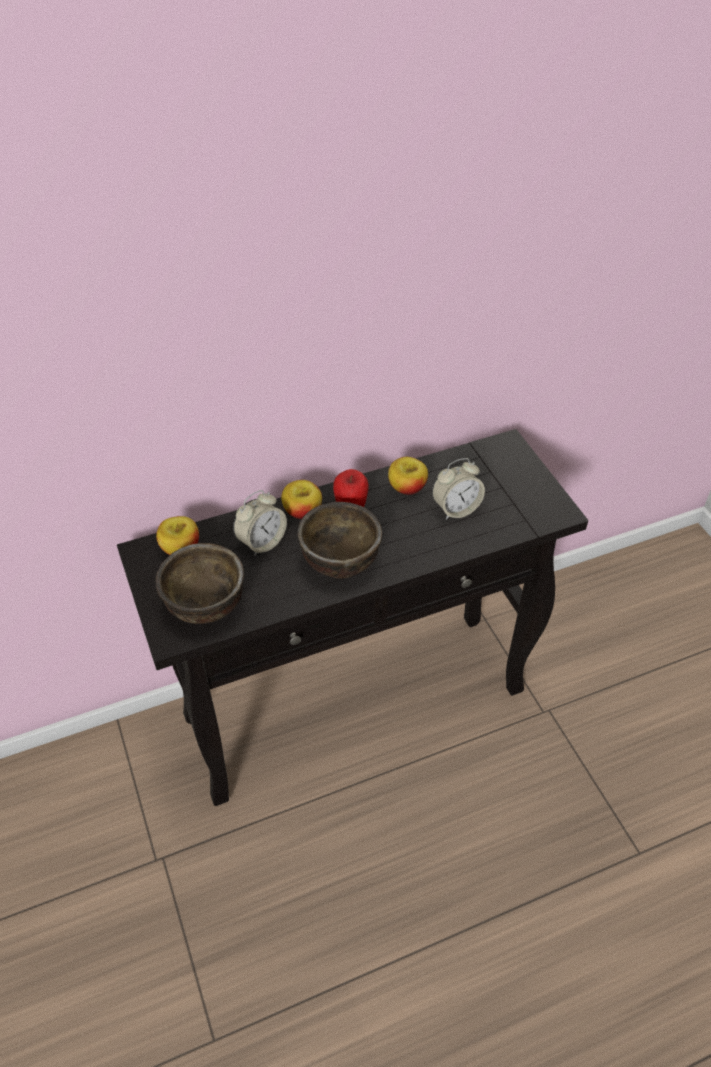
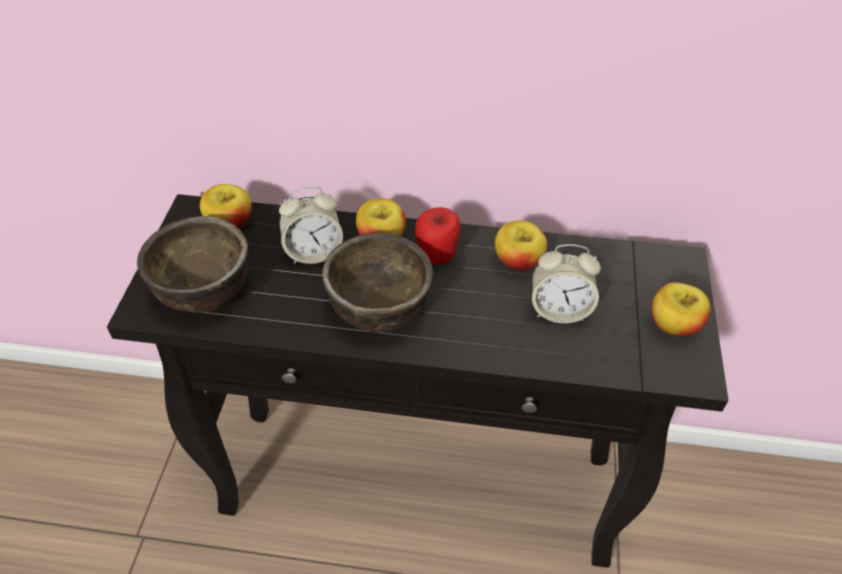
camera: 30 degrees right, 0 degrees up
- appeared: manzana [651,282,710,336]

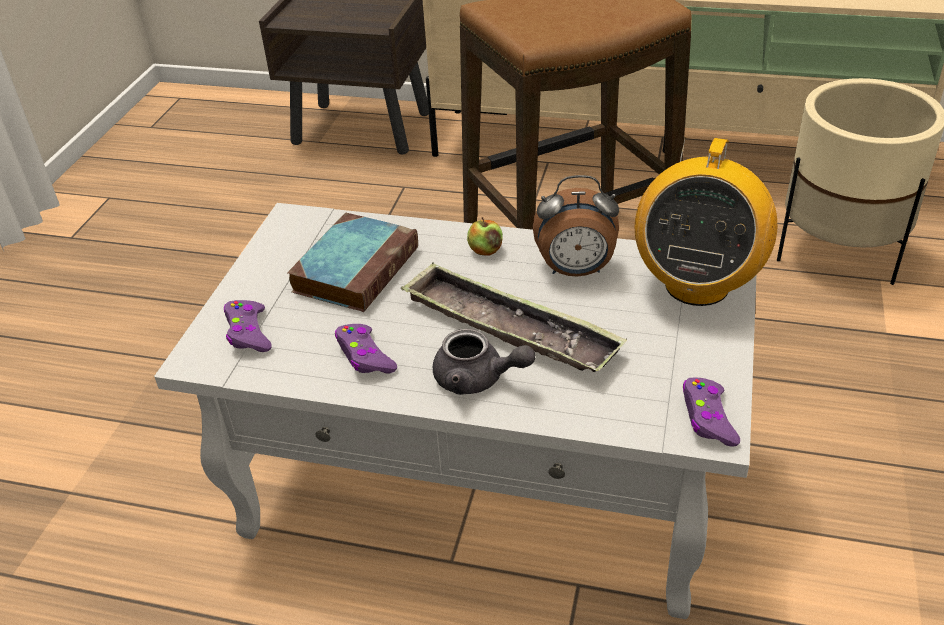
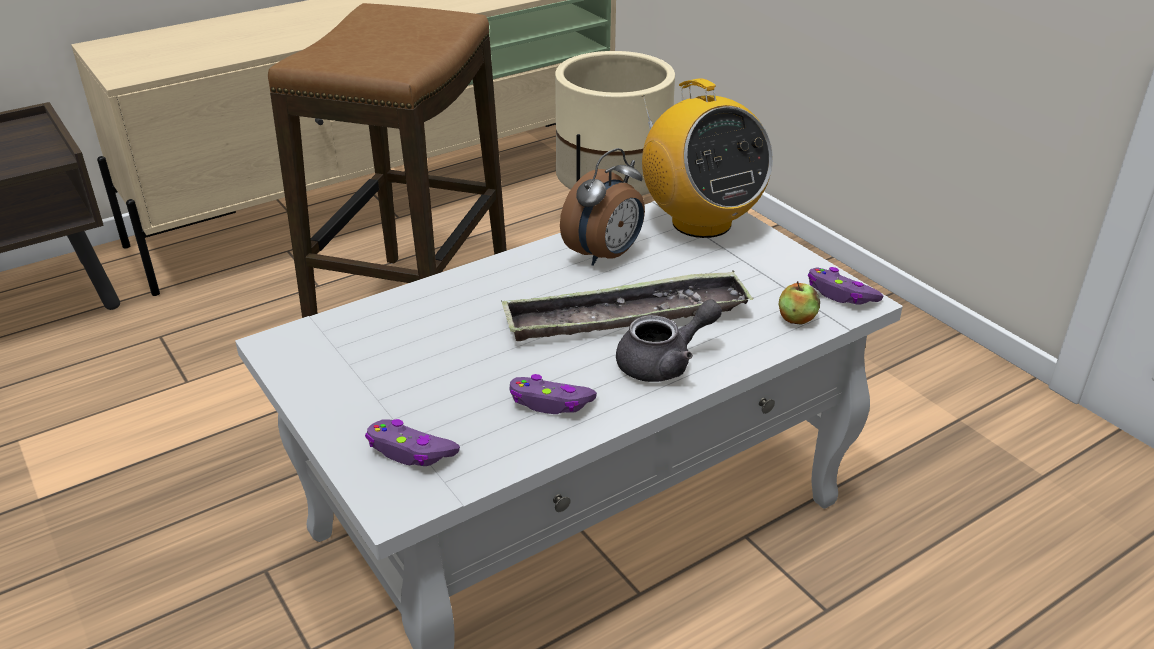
camera: 50 degrees left, 5 degrees down
- missing: libro [287,213,418,312]
- relocated: manzana [467,217,503,256] to [779,281,820,325]

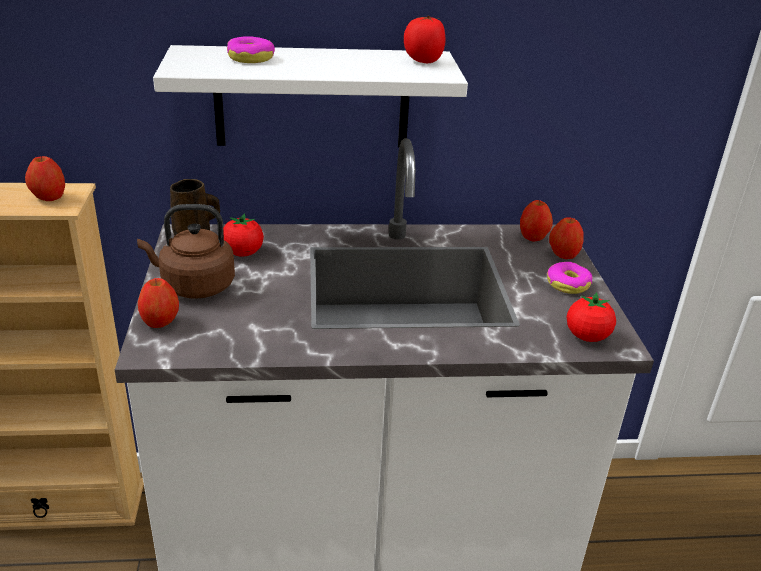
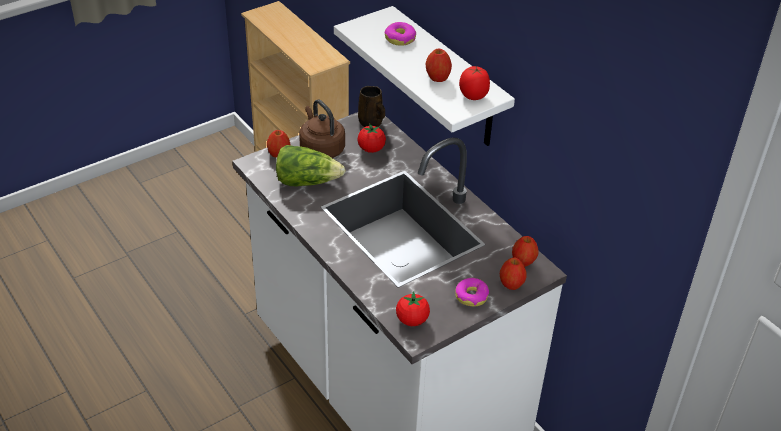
camera: 60 degrees right, 10 degrees up
- relocated: manzana [25,156,65,201] to [426,48,452,82]
- appeared: lechuga [276,145,346,186]

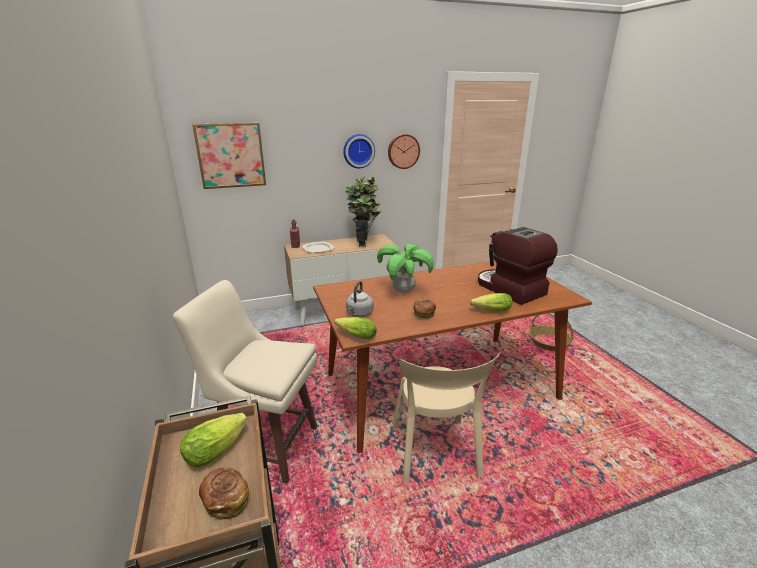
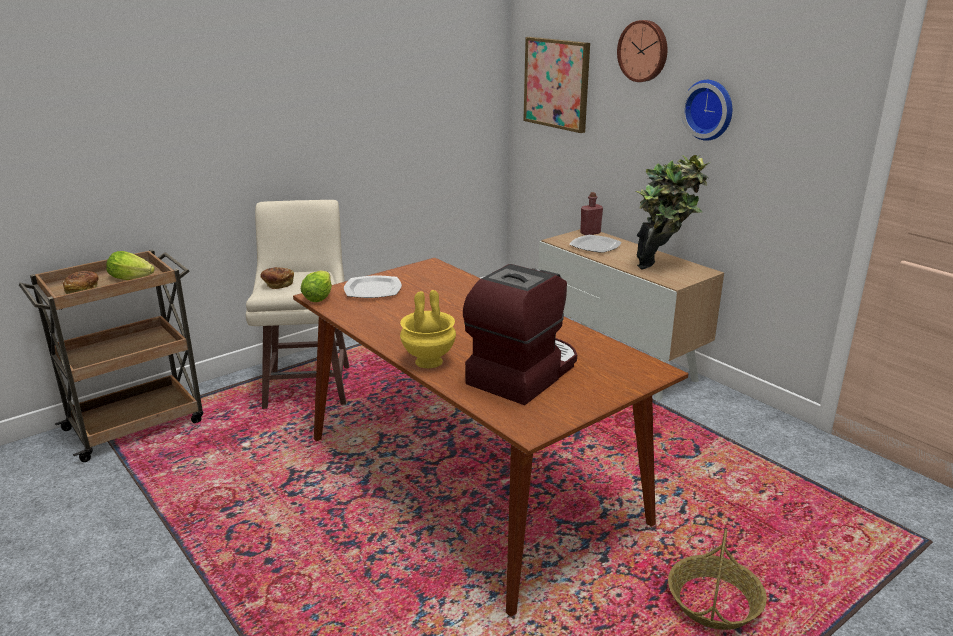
camera: 70 degrees right, 0 degrees up
- exchanged: hervidor/gris [346,281,373,317] to plato [344,276,402,298]
- missing: planta en maceta [377,243,434,293]
- relocated: reloj de pared [388,134,420,169] to [617,20,668,82]
- missing: silla/beis [392,352,500,485]
- relocated: pan [413,298,436,319] to [260,267,294,289]
- exchanged: lechuga [470,293,513,311] to florero/amarillo [400,290,456,368]

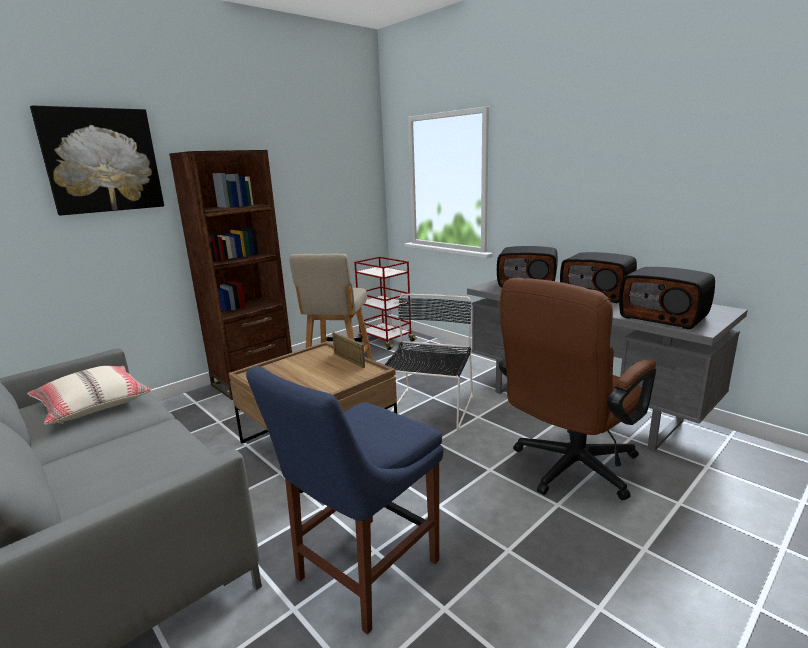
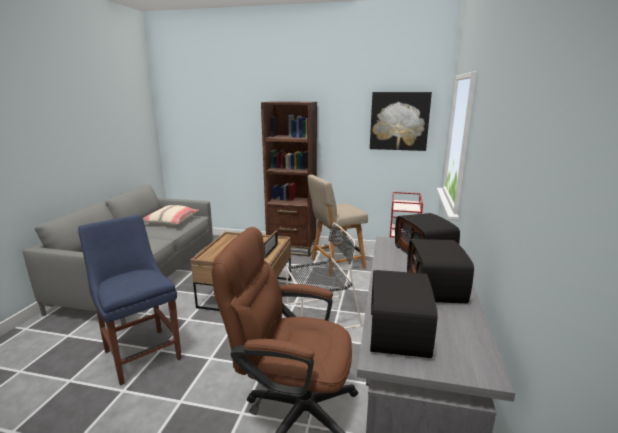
camera: 55 degrees right, 0 degrees up
- relocated: cuadro [30,105,164,215] to [370,92,432,151]
- spun: silla/azul [246,366,444,635] = [78,215,182,386] 45 degrees clockwise

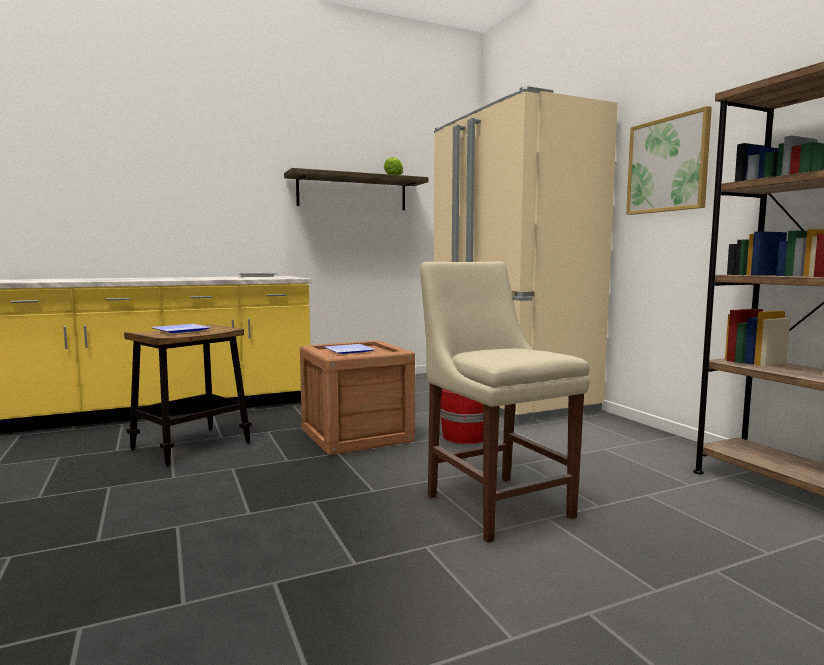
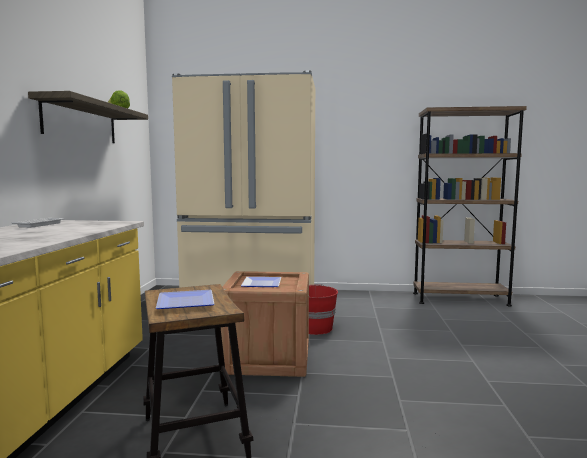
camera: 60 degrees left, 0 degrees up
- missing: silla/beis [420,262,590,543]
- missing: cuadro [626,106,712,215]

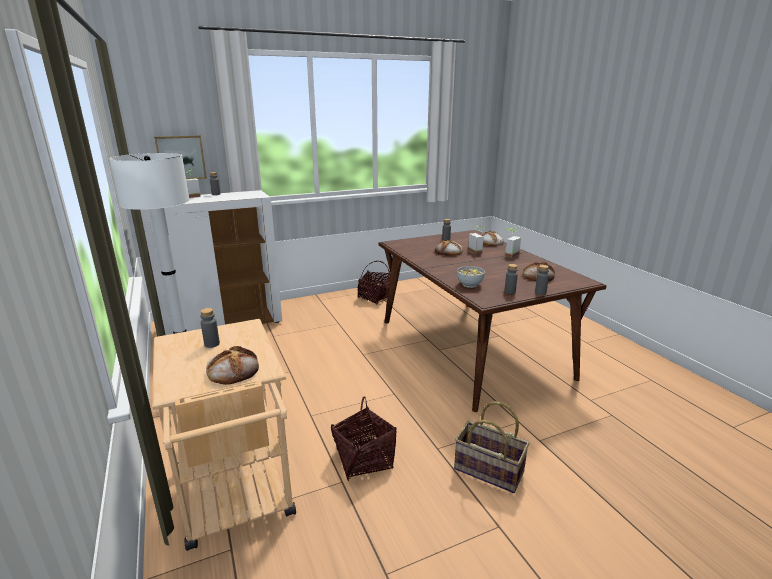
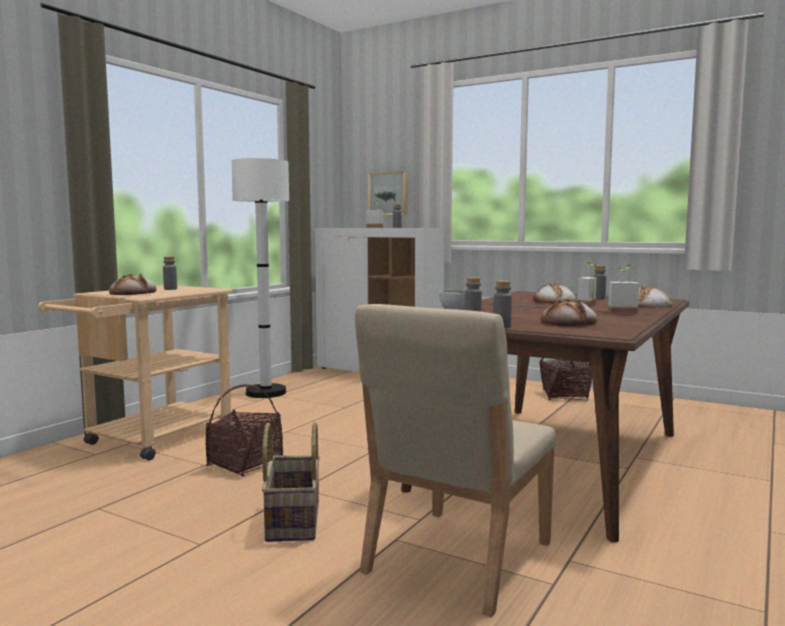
camera: 55 degrees right, 15 degrees down
- appeared: silla/beis [355,304,556,617]

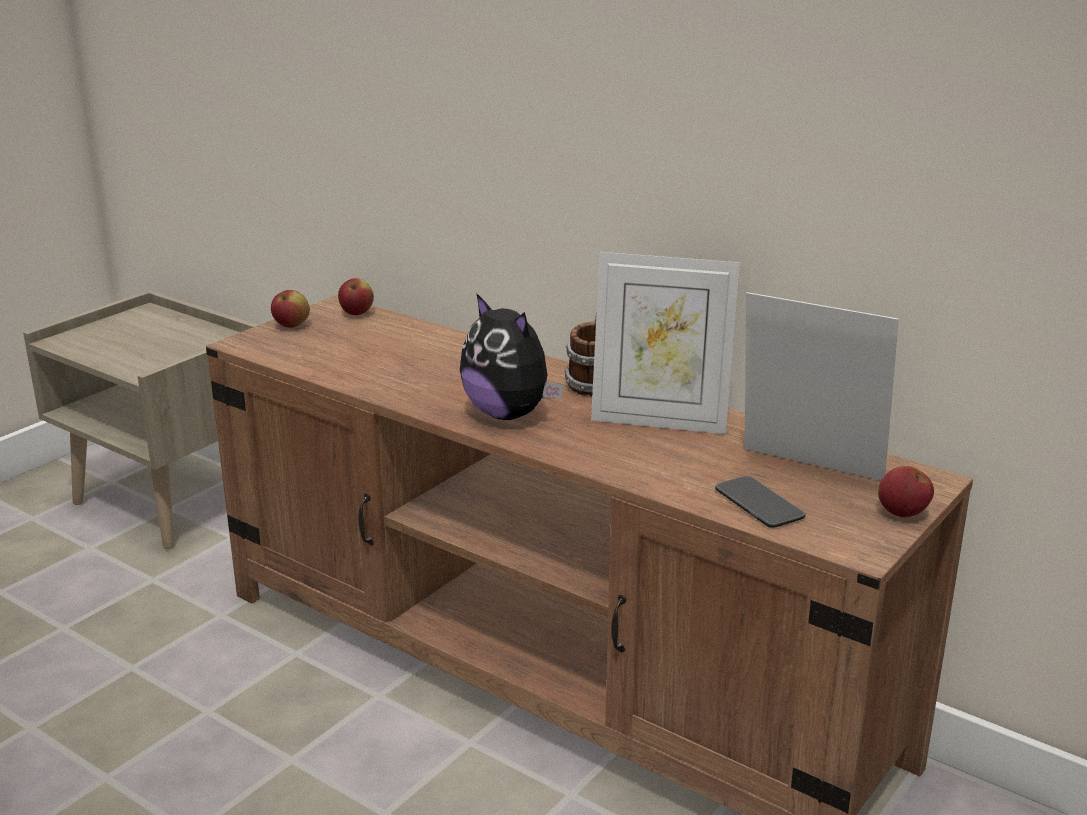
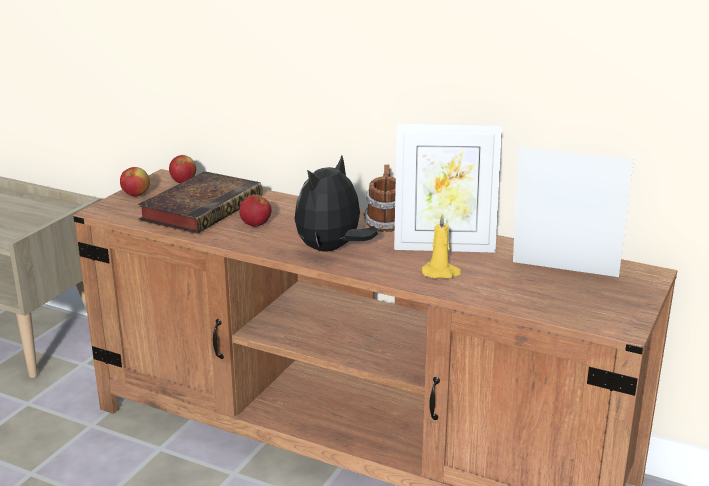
camera: 10 degrees left, 0 degrees up
- spun: peluche [460,293,563,420] = [295,156,378,251] 90 degrees clockwise
- missing: móvil [715,476,806,528]
- relocated: manzana [878,466,934,517] to [239,195,272,227]
- appeared: libro [137,171,263,234]
- appeared: vela/amarillo [421,213,462,278]

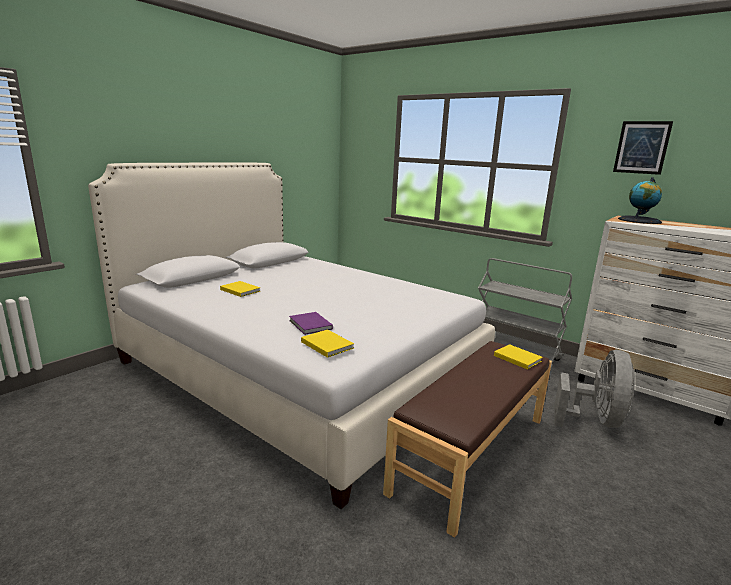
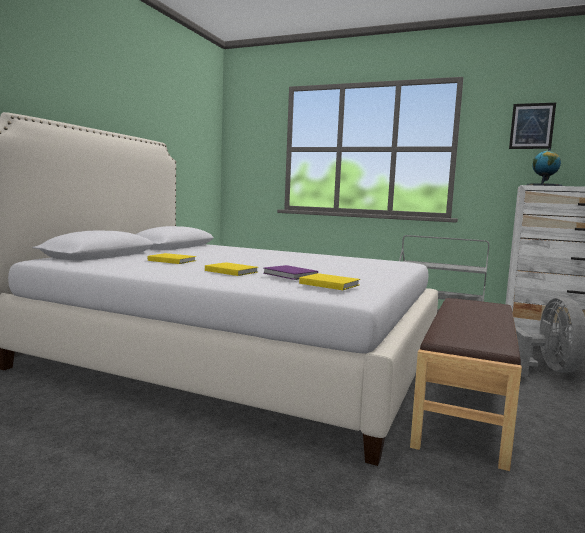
camera: 15 degrees left, 10 degrees down
- relocated: libro/amarillo [494,344,543,370] to [205,262,258,276]

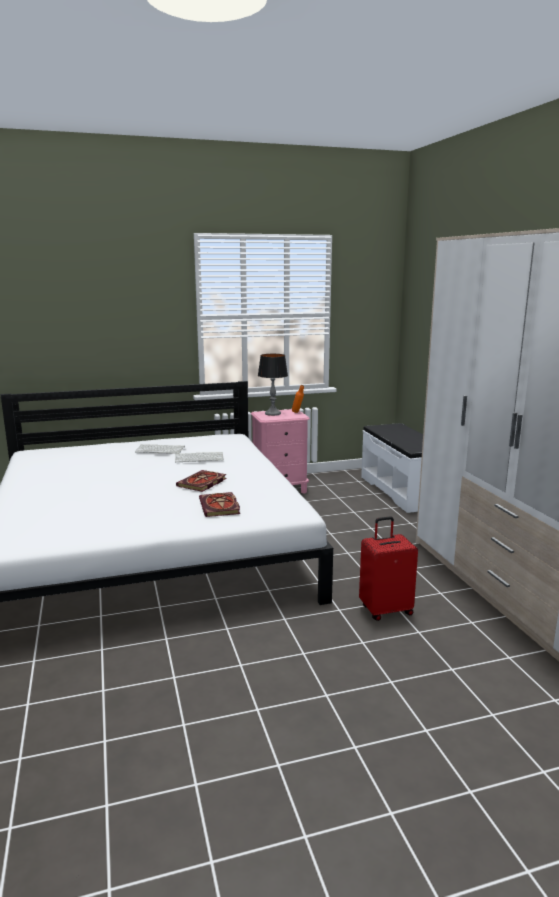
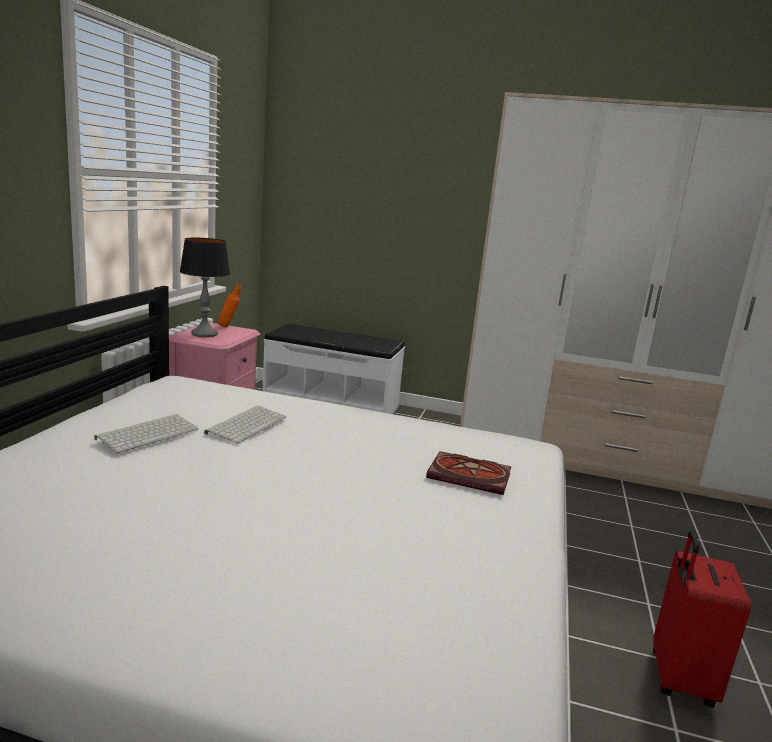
camera: 60 degrees left, 0 degrees up
- missing: libro [176,470,227,492]
- relocated: maleta/rojo [359,516,418,621] to [653,531,751,708]

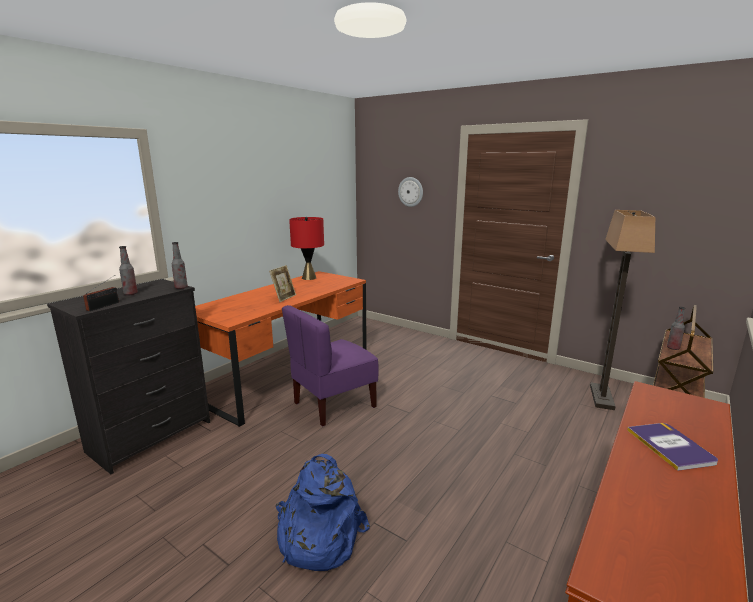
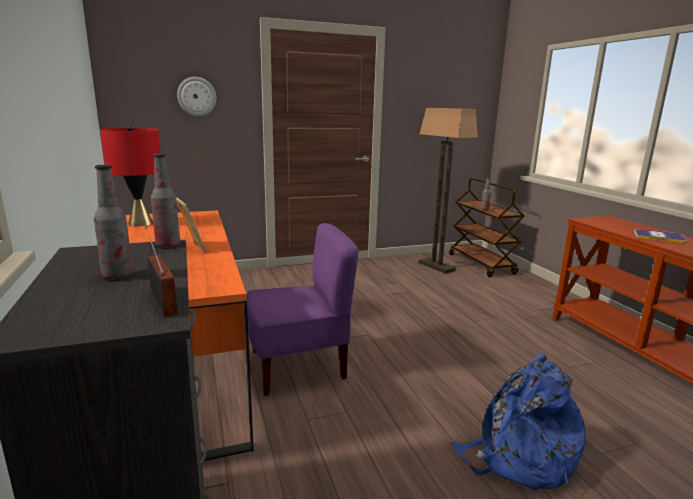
camera: 55 degrees left, 0 degrees up
- spun: silla/morado [282,305,379,426] = [247,223,359,396] 105 degrees counterclockwise

